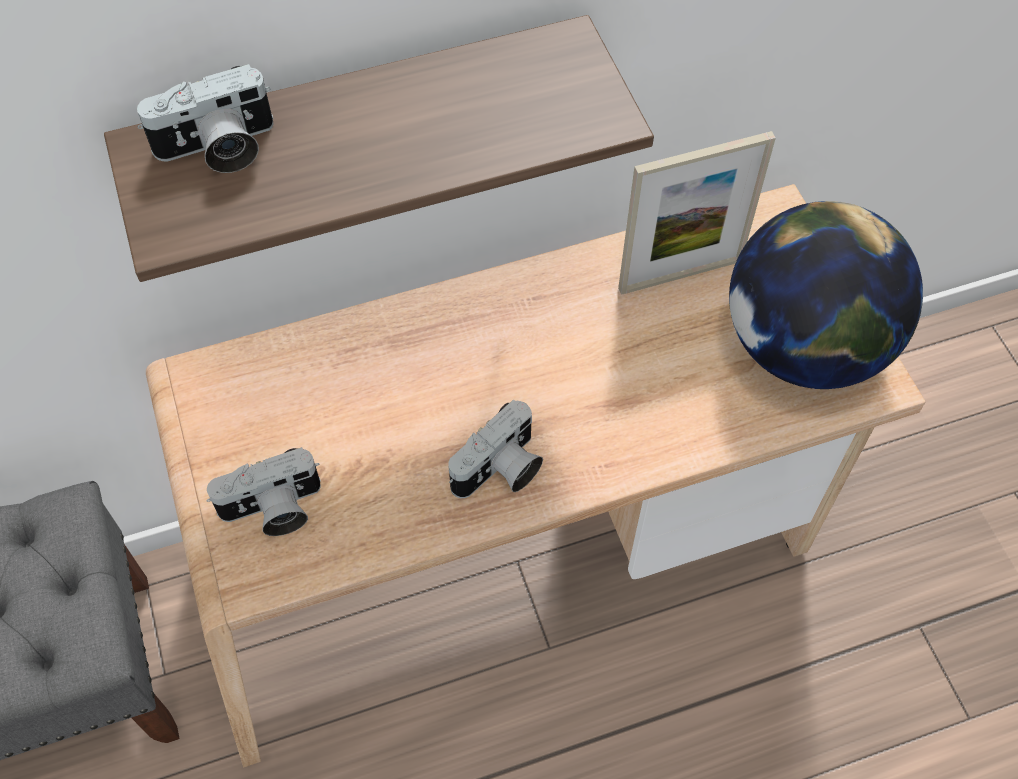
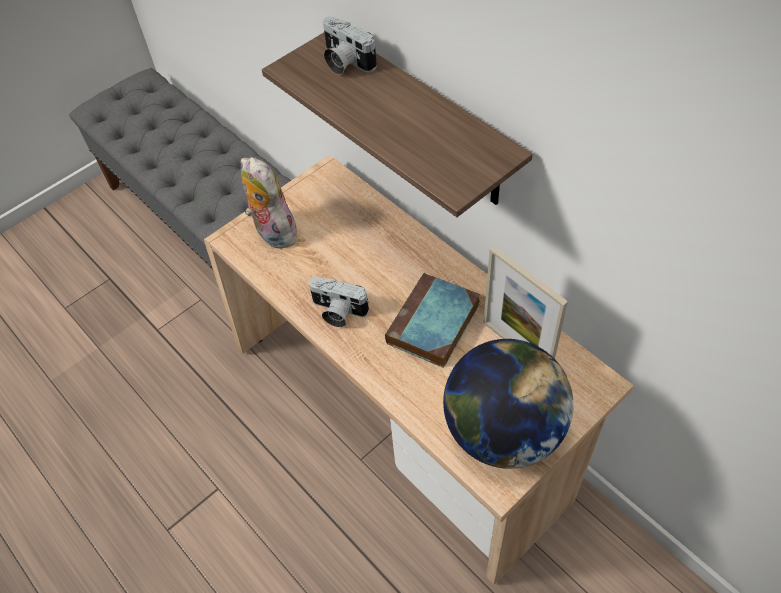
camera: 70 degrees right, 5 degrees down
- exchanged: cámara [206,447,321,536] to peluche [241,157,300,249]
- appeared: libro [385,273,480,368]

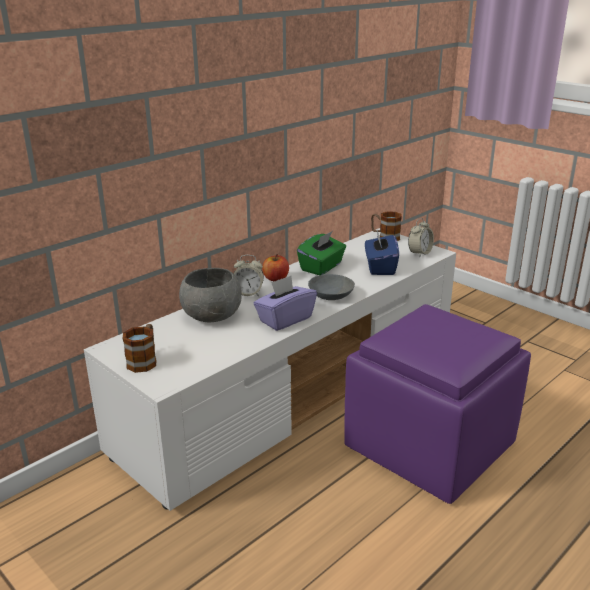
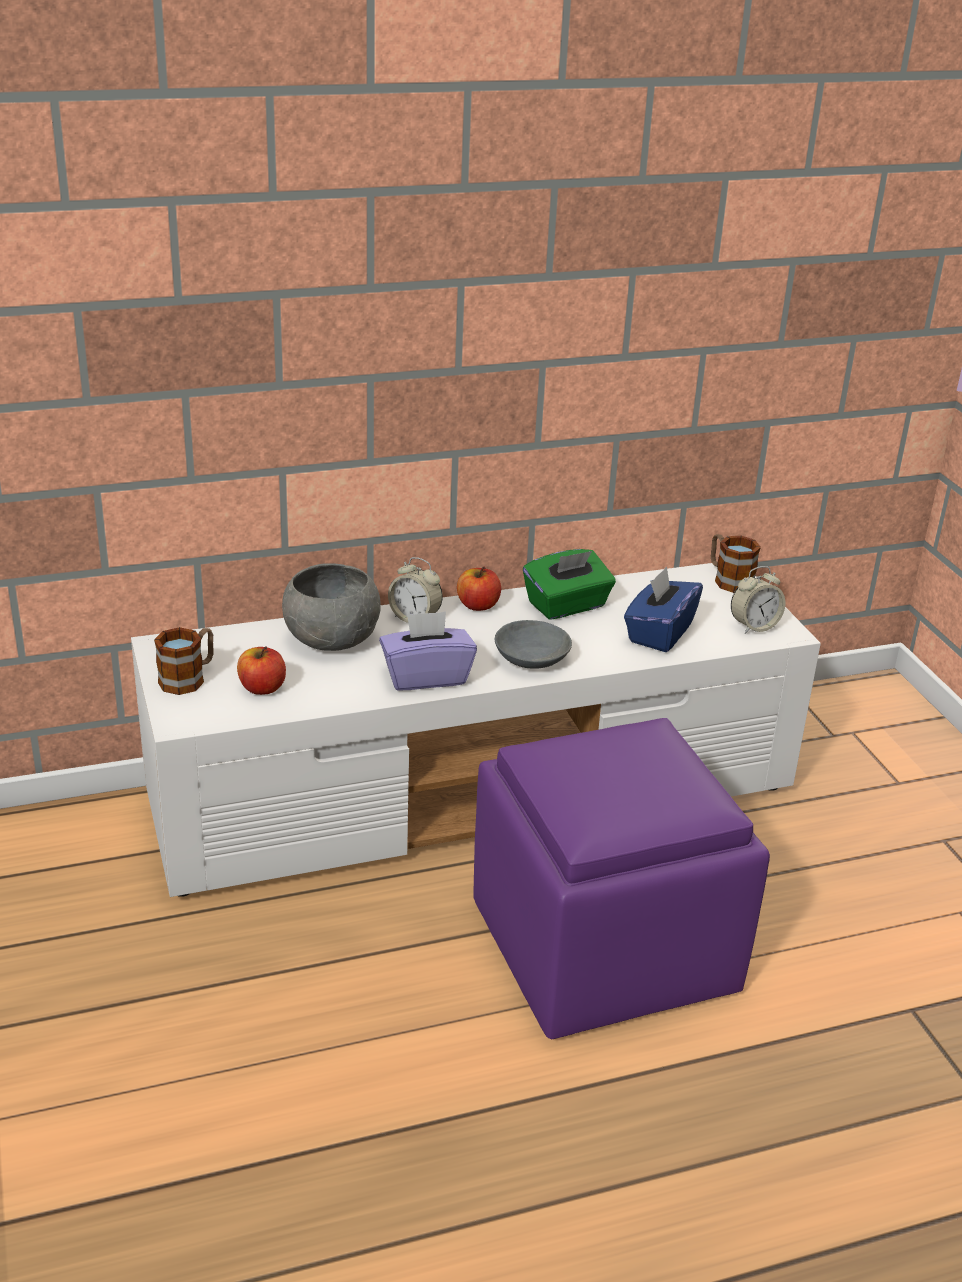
camera: 25 degrees right, 5 degrees up
- appeared: manzana [237,646,286,695]

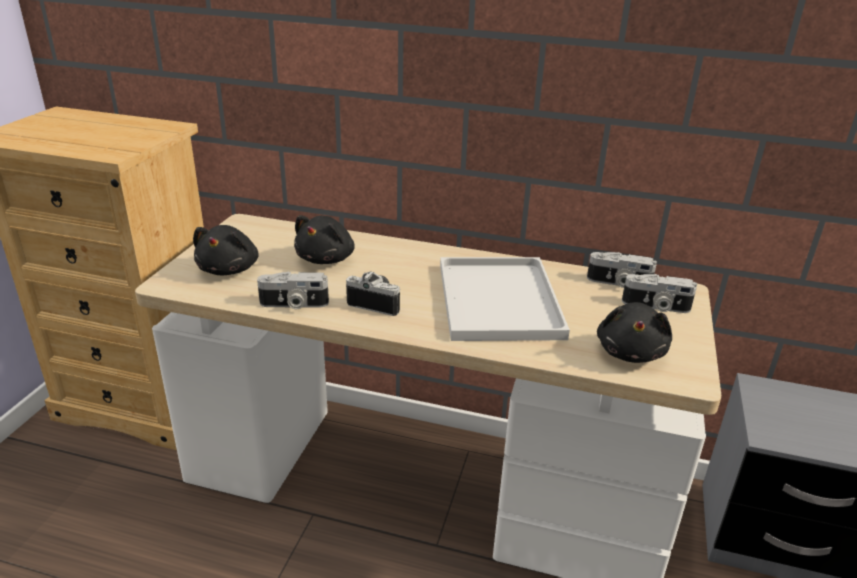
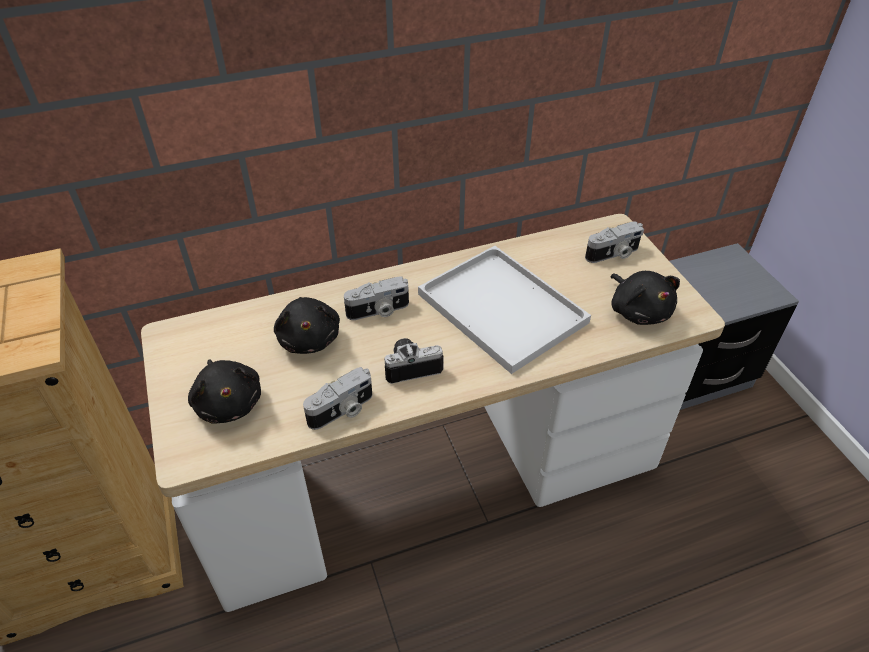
camera: 35 degrees left, 15 degrees up
- relocated: cámara [587,252,657,288] to [344,276,409,320]

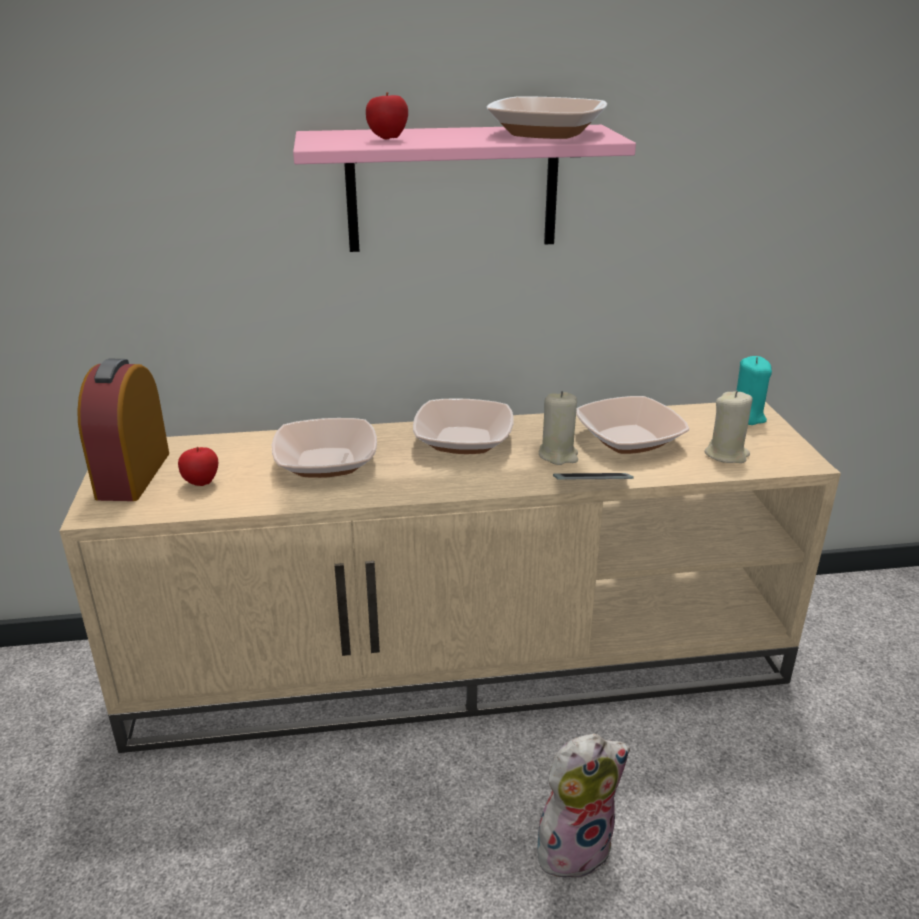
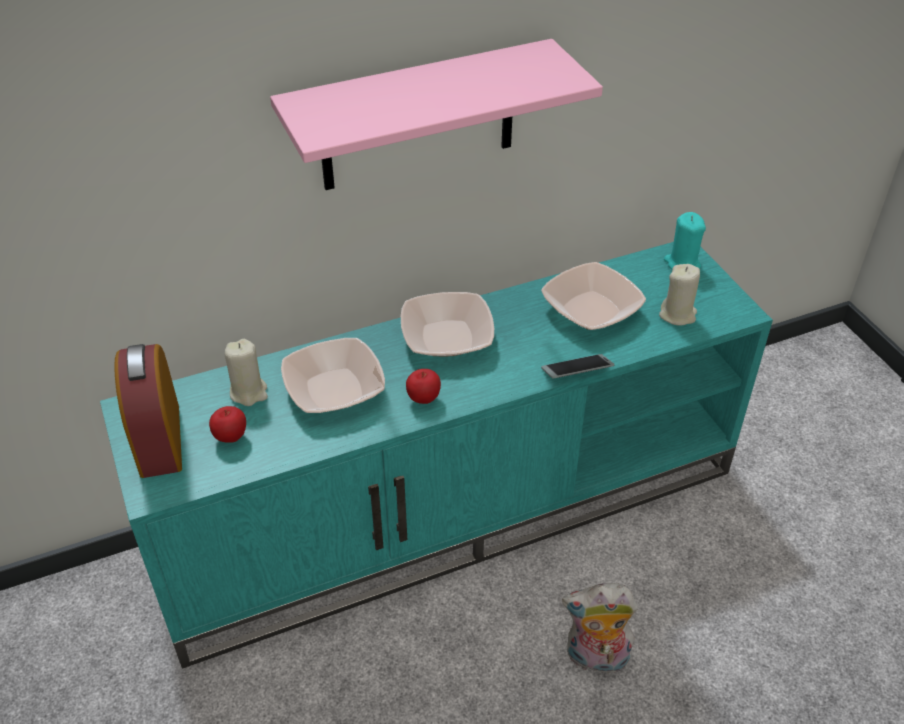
camera: 15 degrees left, 15 degrees up
- colour: mueble de televisión/beis [59,401,841,753] to mueble de televisión/turquesa [100,242,773,669]
- relocated: manzana [366,92,408,139] to [406,369,441,404]
- missing: cuenco [487,96,607,139]
- spun: peluche [537,734,630,878] = [562,583,638,674] 135 degrees counterclockwise
- relocated: vela/beis [539,391,578,465] to [224,339,268,406]

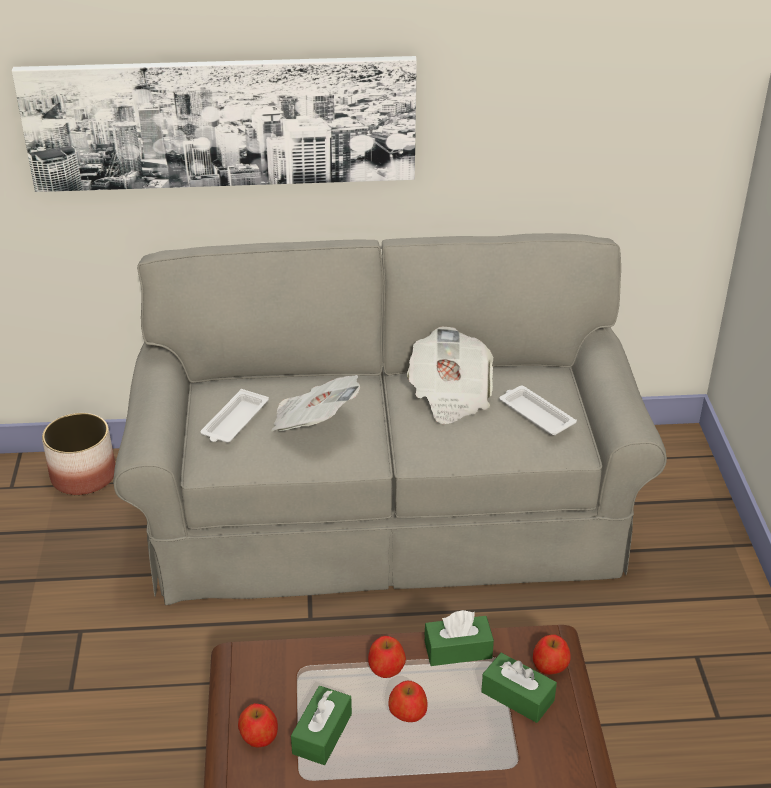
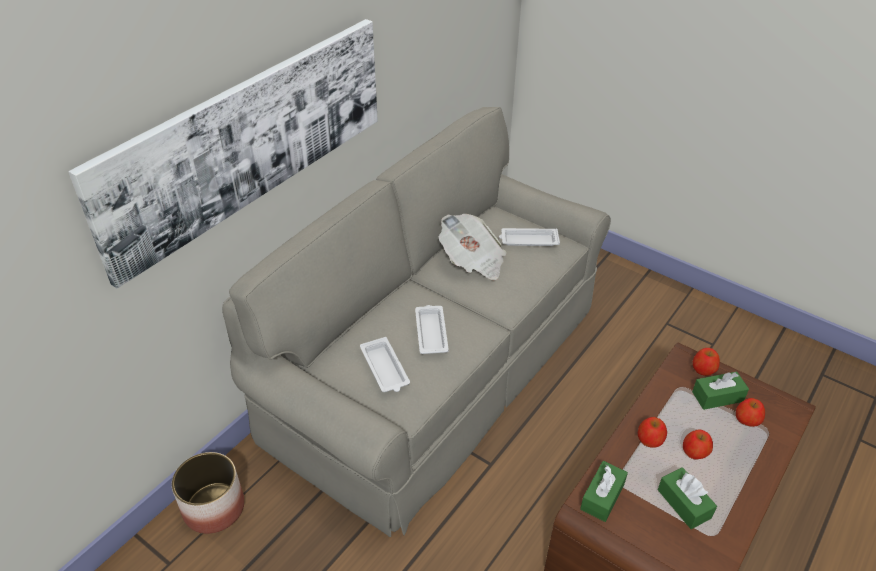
camera: 50 degrees left, 5 degrees up
- relocated: manzana [238,703,278,748] to [736,398,765,427]
- exchanged: periódico [271,375,360,431] to bandeja/blanco [415,305,449,354]
- relocated: caja de pañuelos/verde [425,610,494,666] to [580,461,628,522]

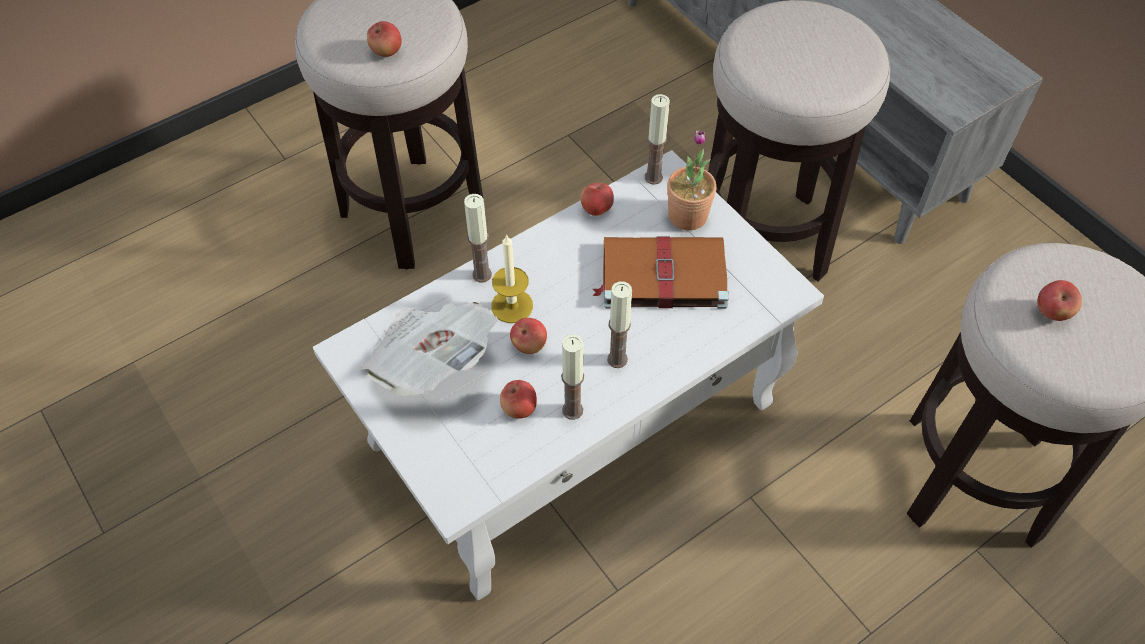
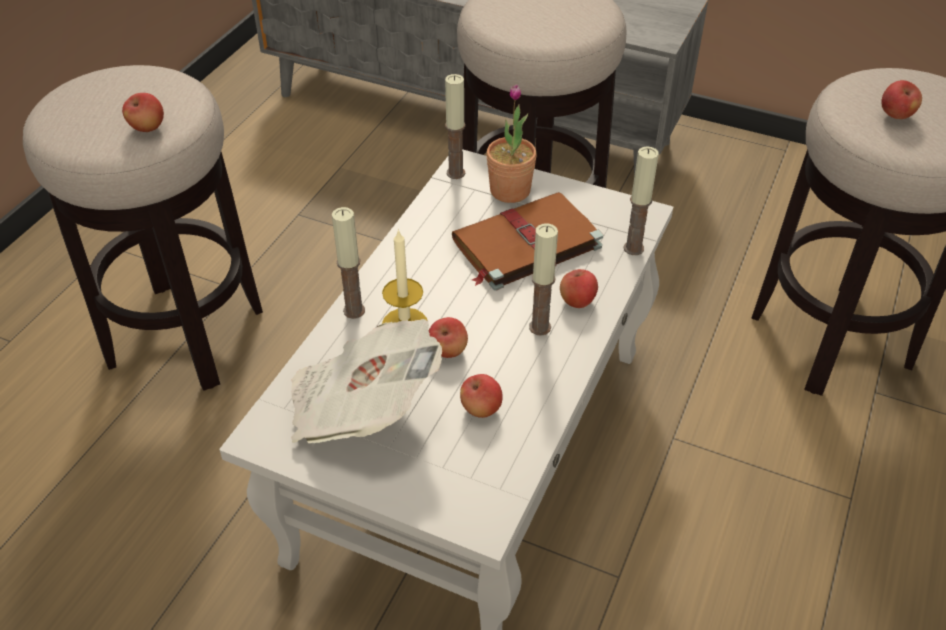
camera: 30 degrees left, 10 degrees down
- relocated: vela [561,334,584,420] to [623,146,659,255]
- relocated: manzana [580,183,614,216] to [560,269,598,308]

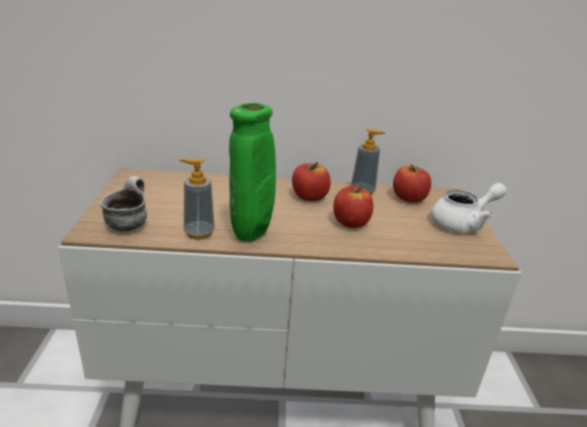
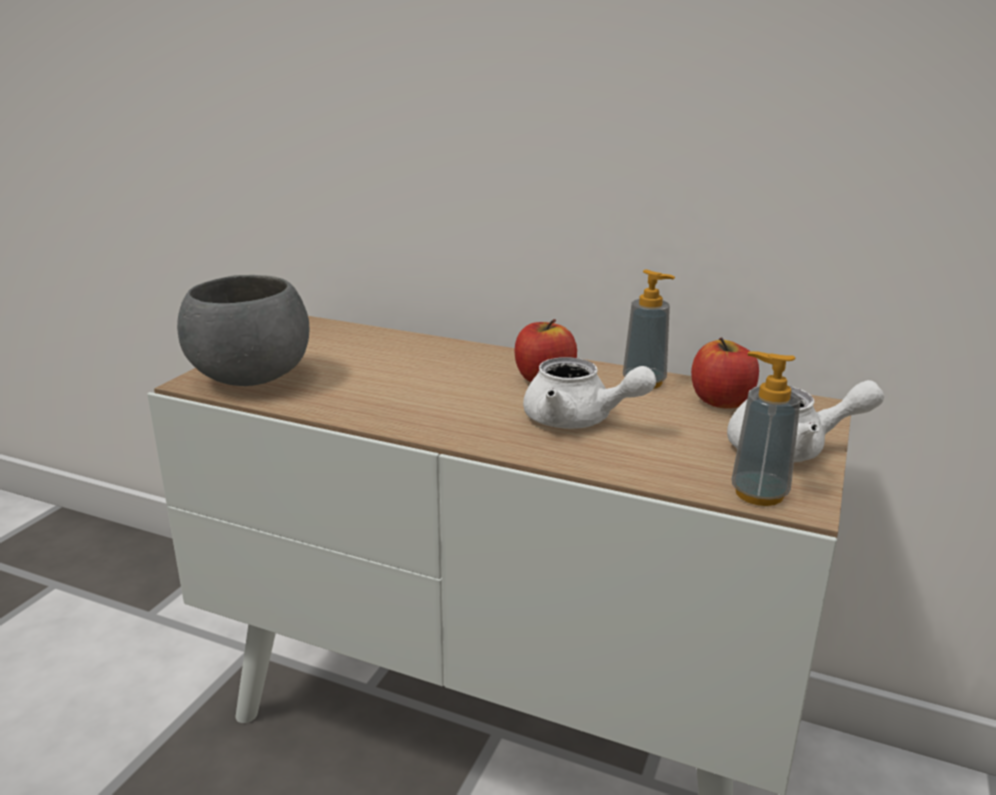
camera: 25 degrees right, 5 degrees down
- exchanged: taza grande [100,176,147,231] to cuenco/gris [177,275,309,386]
- relocated: dispensador de jabón [180,158,215,240] to [731,351,801,506]
- missing: florero/verde [229,103,276,242]
- exchanged: manzana [333,186,373,228] to tetera/blanco [523,357,656,429]

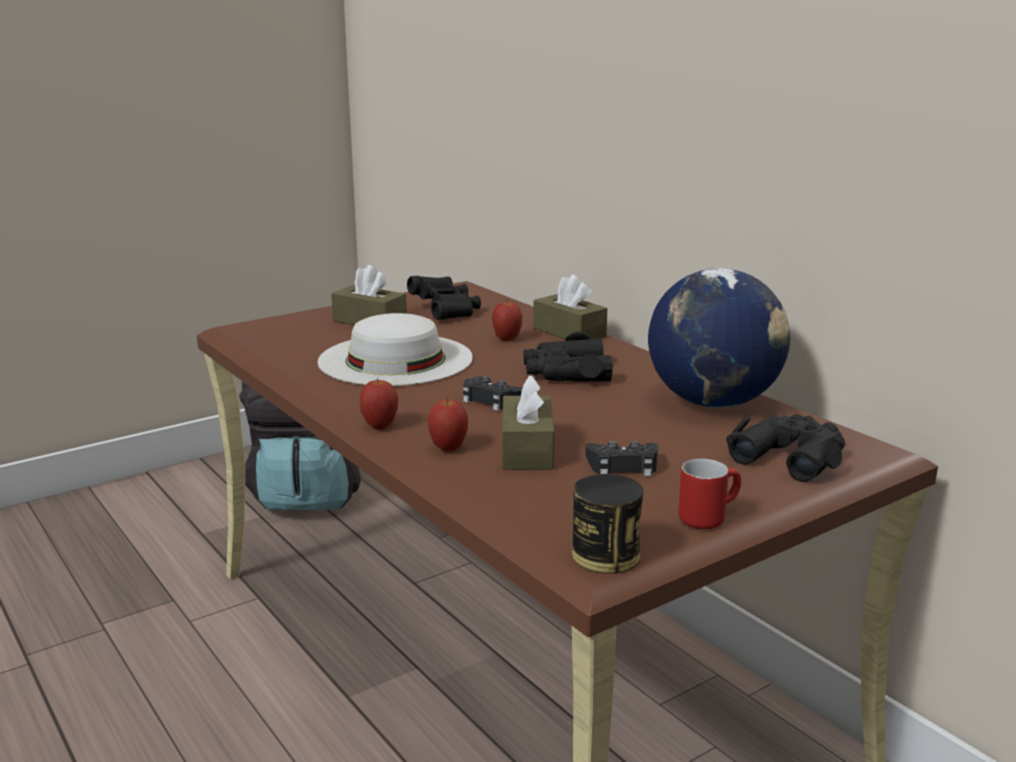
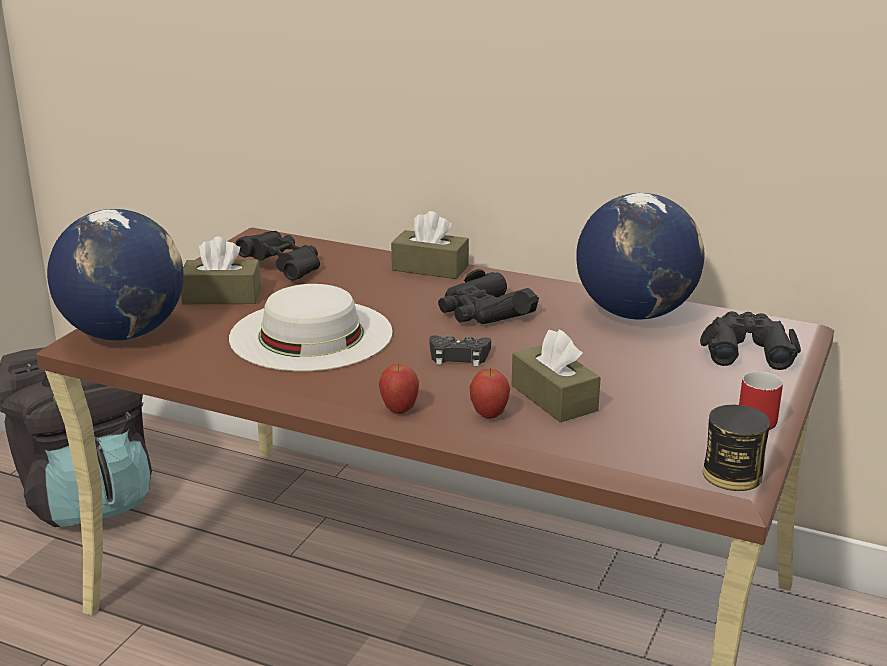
camera: 30 degrees left, 5 degrees up
- missing: manzana [492,302,523,341]
- missing: mando de consola/negro [585,441,658,477]
- appeared: globo terráqueo [47,209,184,340]

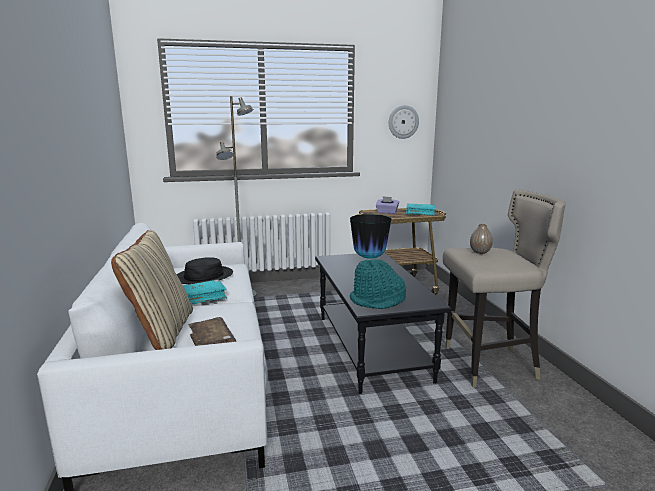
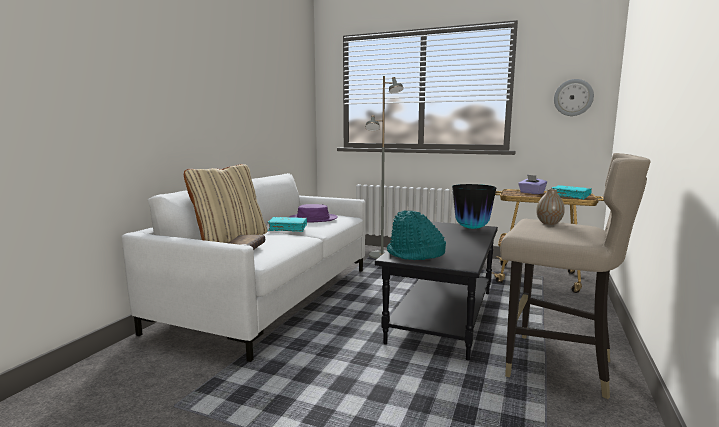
camera: 35 degrees right, 5 degrees down
- colour: sombrero/negro [177,257,233,284] to sombrero/morado [289,204,338,222]

